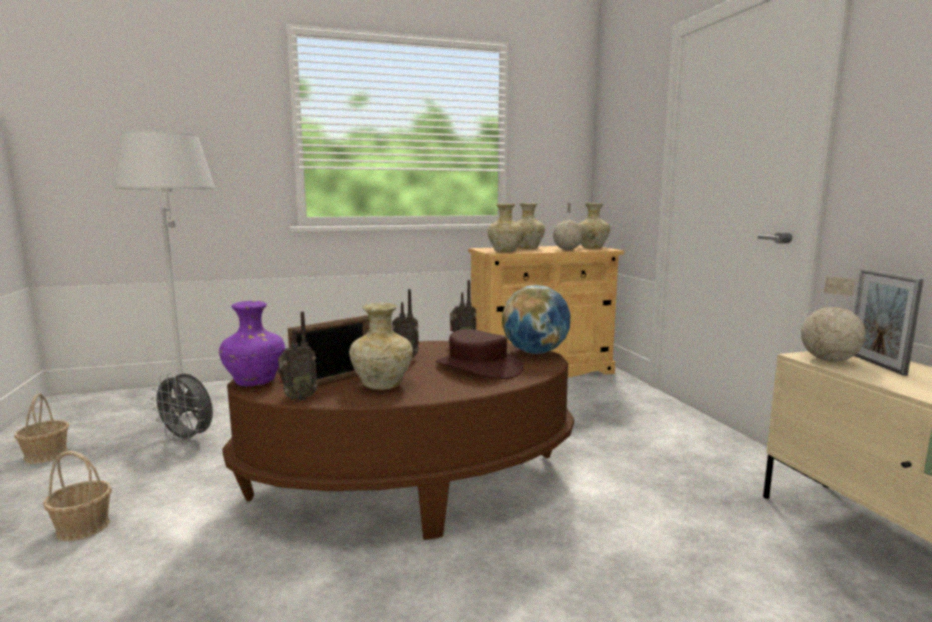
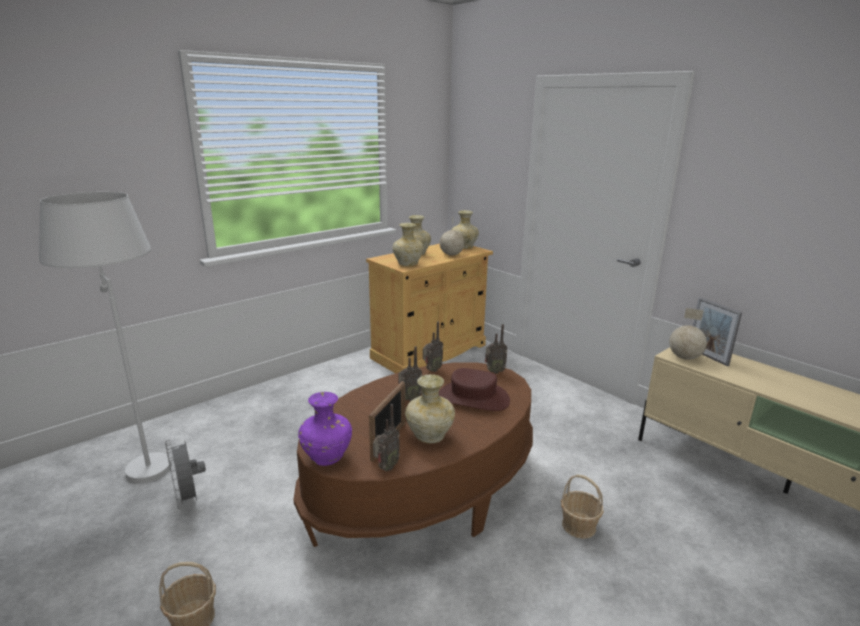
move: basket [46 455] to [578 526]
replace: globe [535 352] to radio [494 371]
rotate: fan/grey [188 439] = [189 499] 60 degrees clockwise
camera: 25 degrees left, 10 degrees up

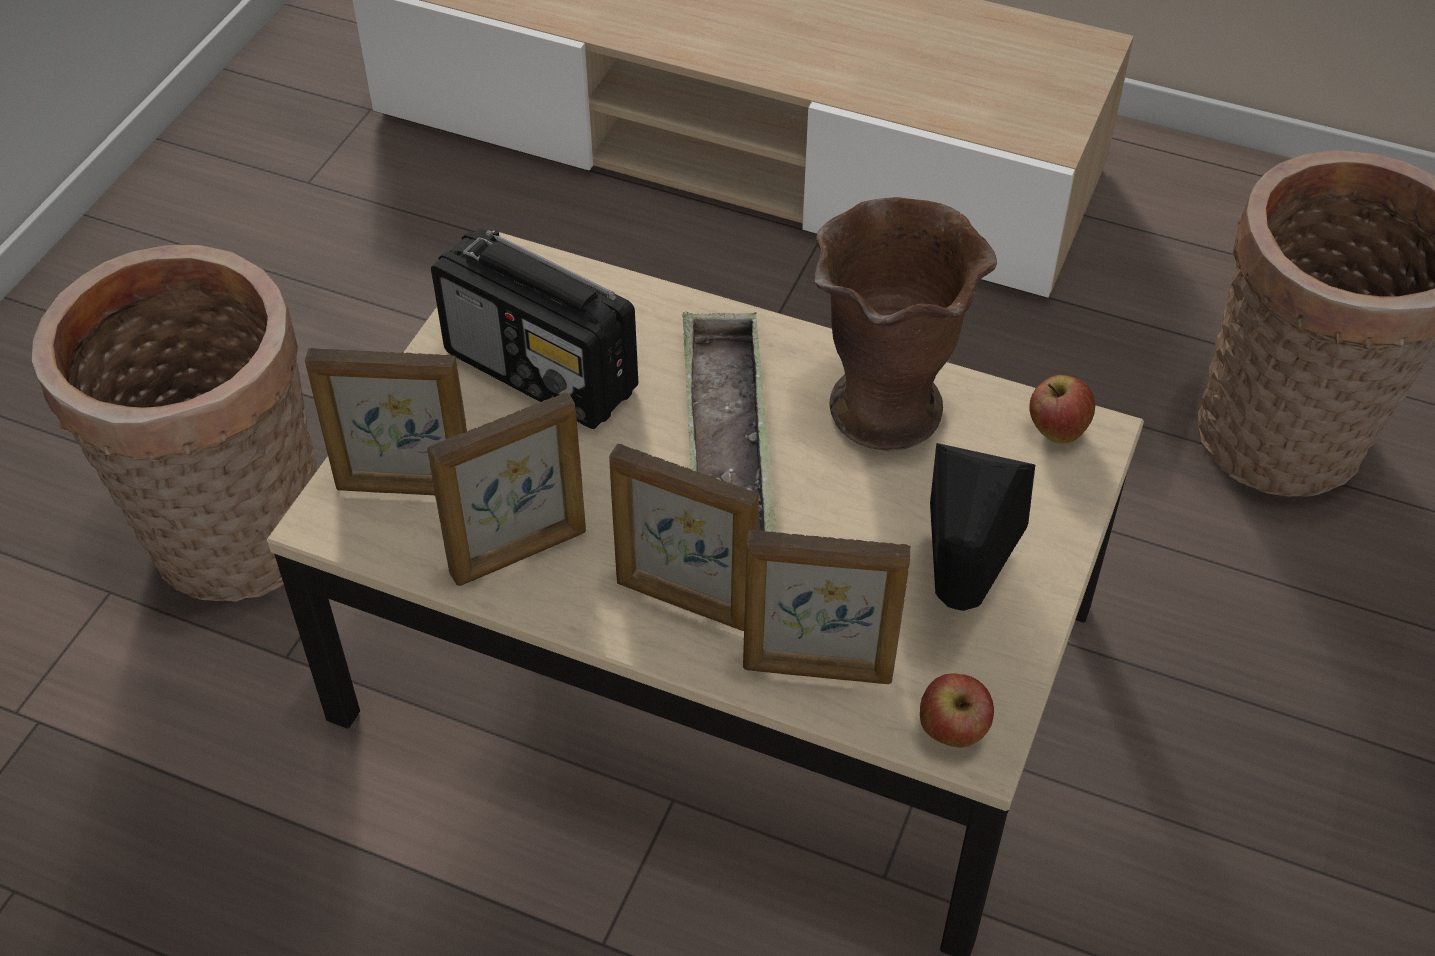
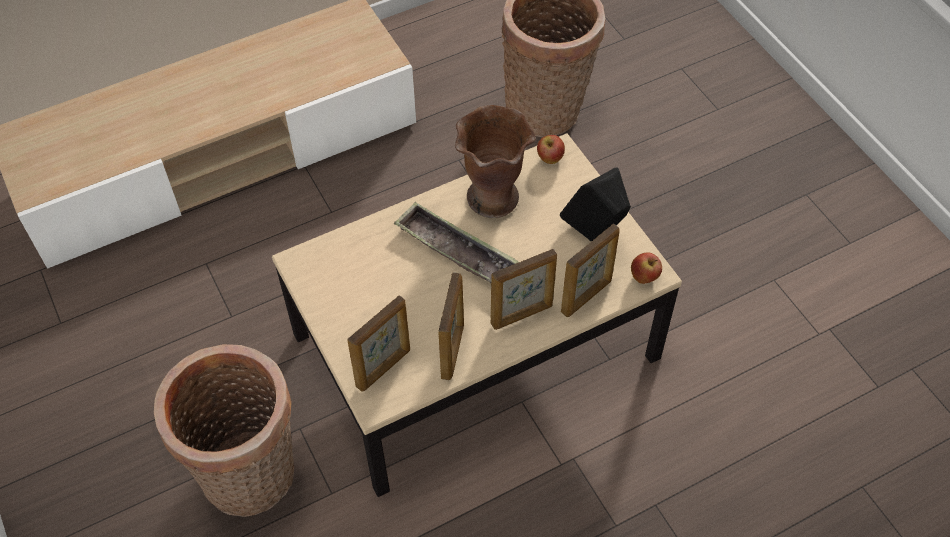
delete: radio [542 372]
camera: 50 degrees left, 5 degrees up

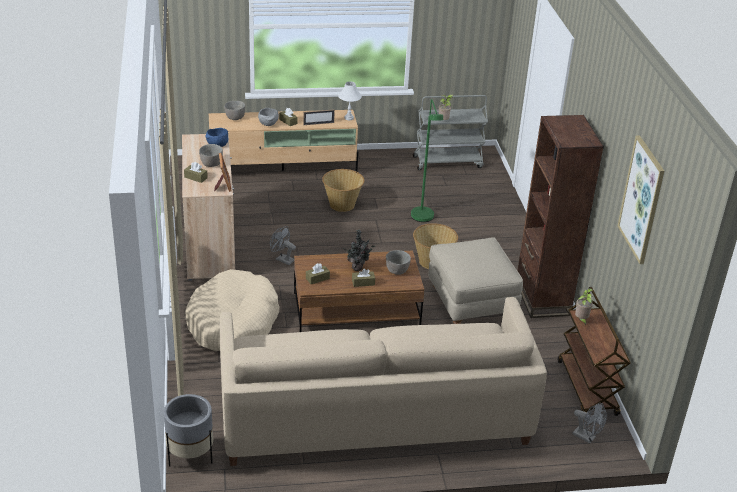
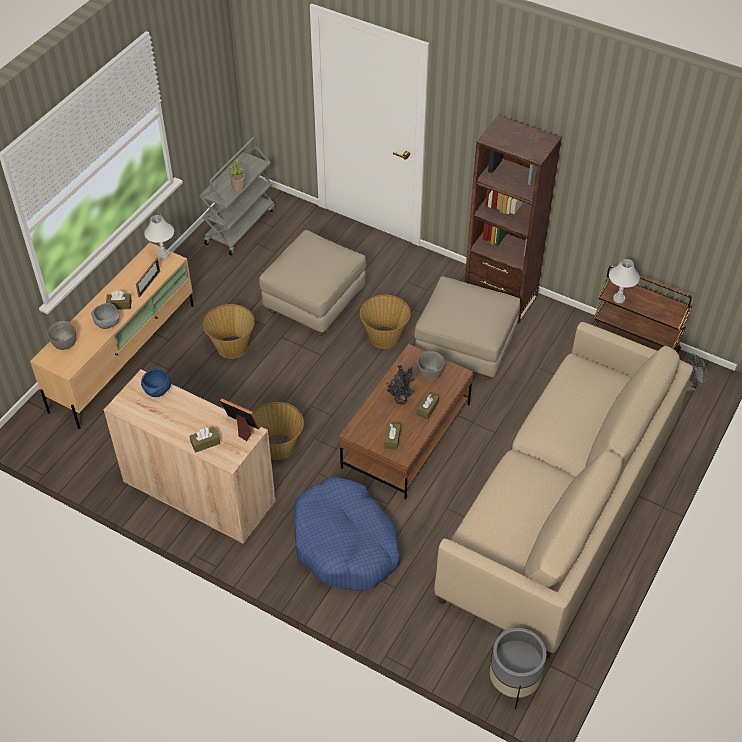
delete: bowl/grey [211 164]; picture [642 199]
replace: fan/grey [282 259] to basket [278 446]; floor lamp/green [423 219] to ottoman/beige [314 302]; potted plant [581 320] to table lamp/white [618 298]
recolor: dog bed/beige [233 323] to dog bed/blue [345 544]
camera: 50 degrees left, 15 degrees up

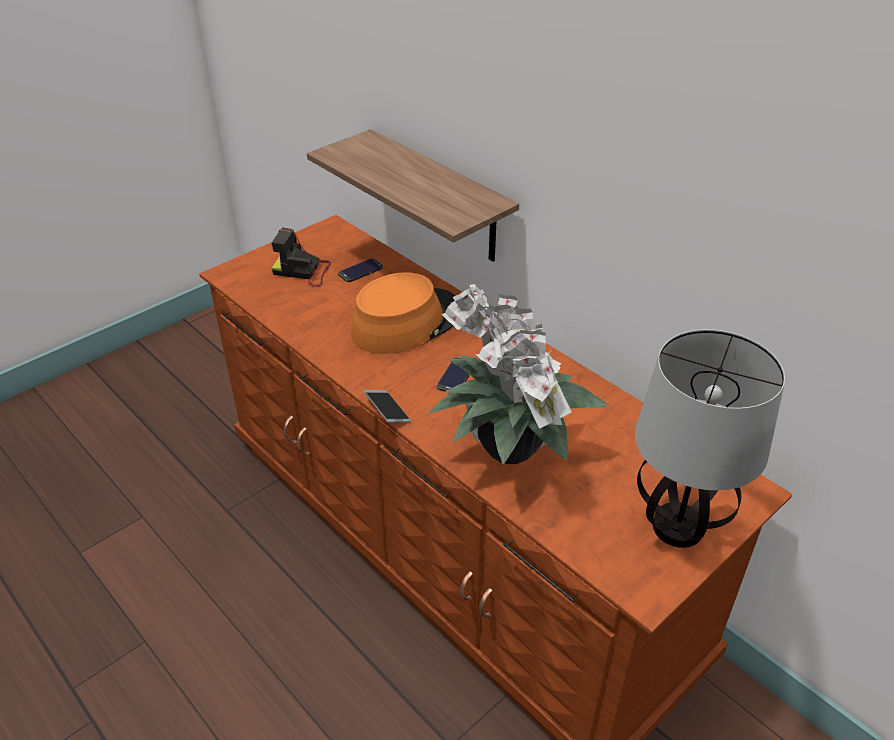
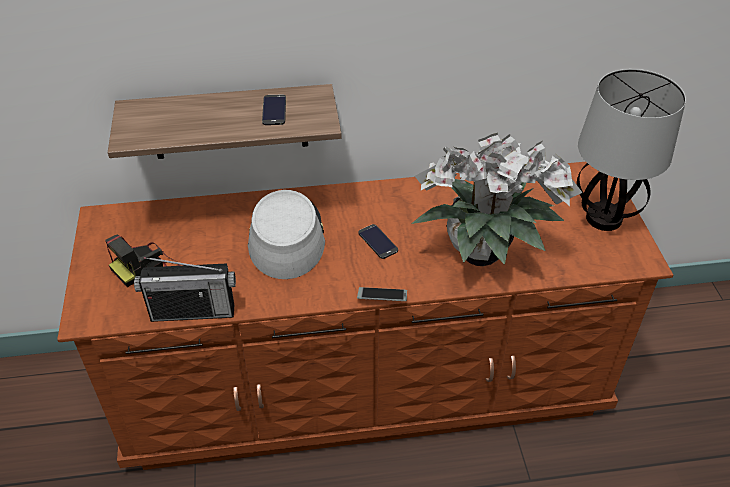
insert: radio [193 311]
move: phone [360 271] to [274 110]
recolor: hat/orange [406 322] to hat/grey [286 237]
camera: 55 degrees left, 5 degrees up

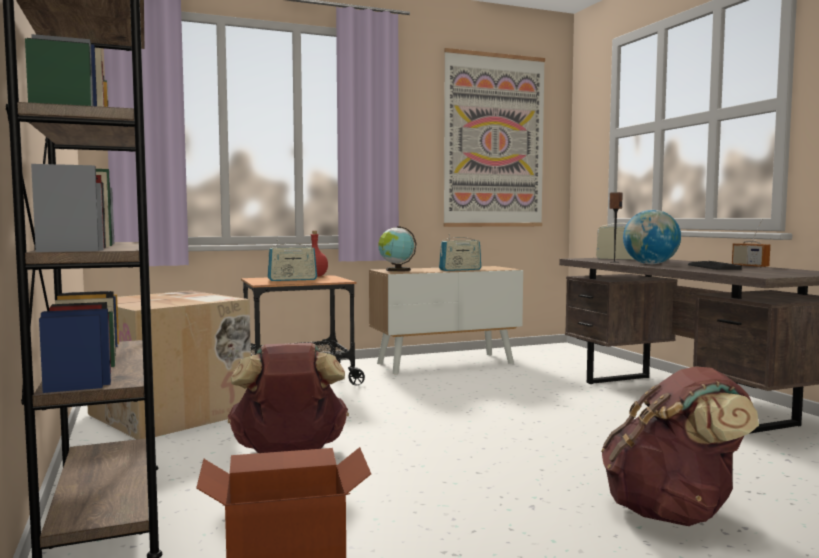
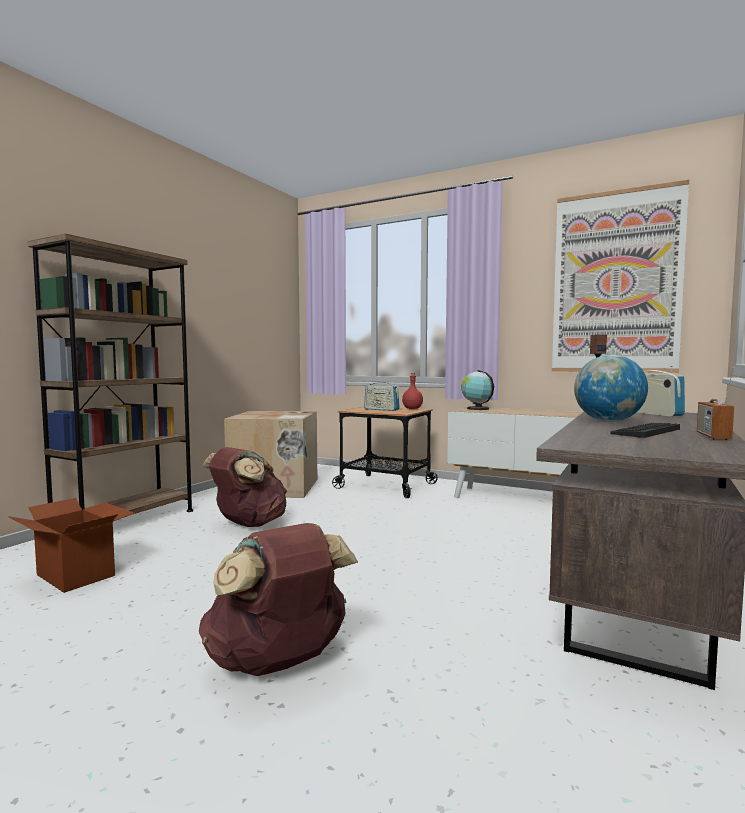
delete: radio [460 270]
camera: 50 degrees right, 0 degrees up

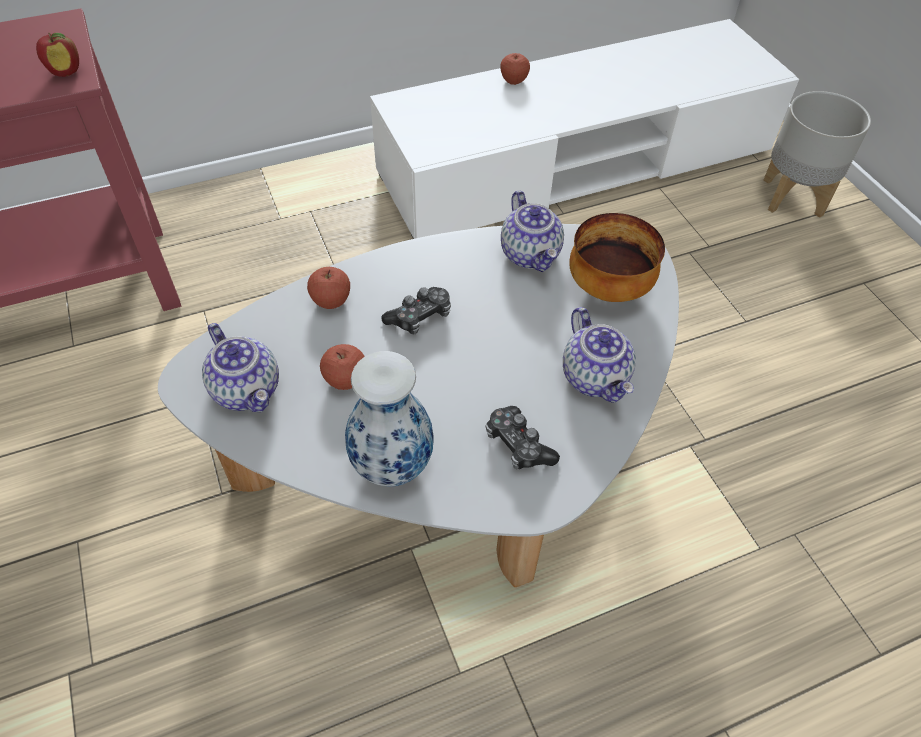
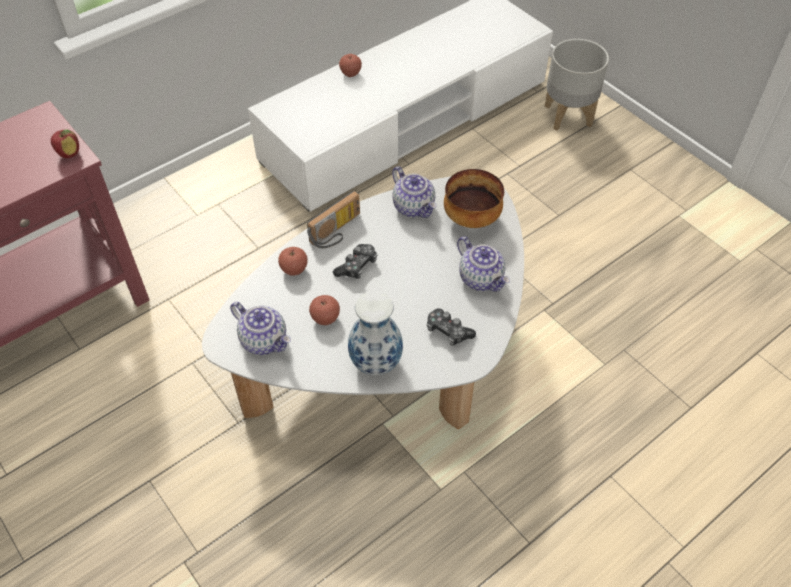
insert: radio [337 232]
camera: 15 degrees left, 0 degrees up

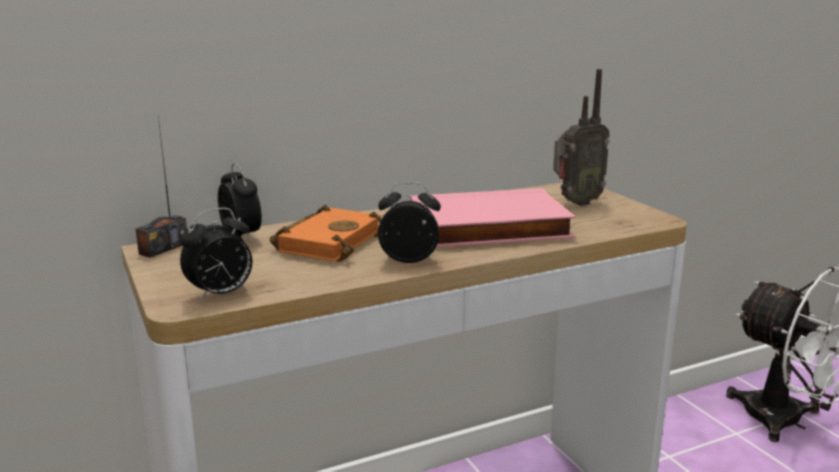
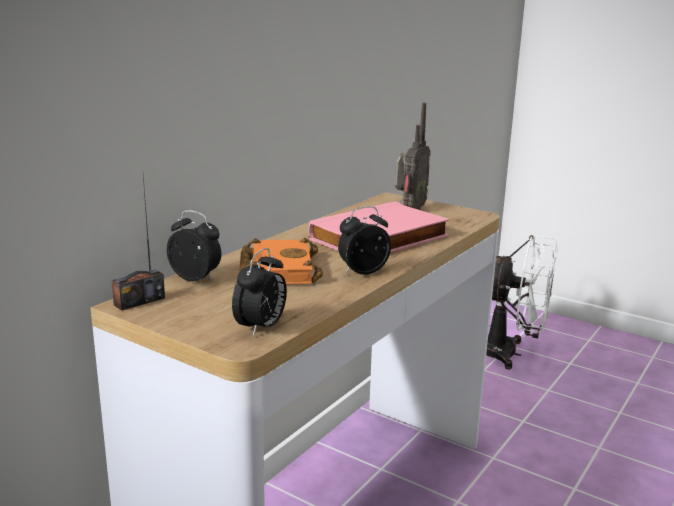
rotate: radio [163 248] = [139 301] 45 degrees clockwise
camera: 30 degrees left, 0 degrees up

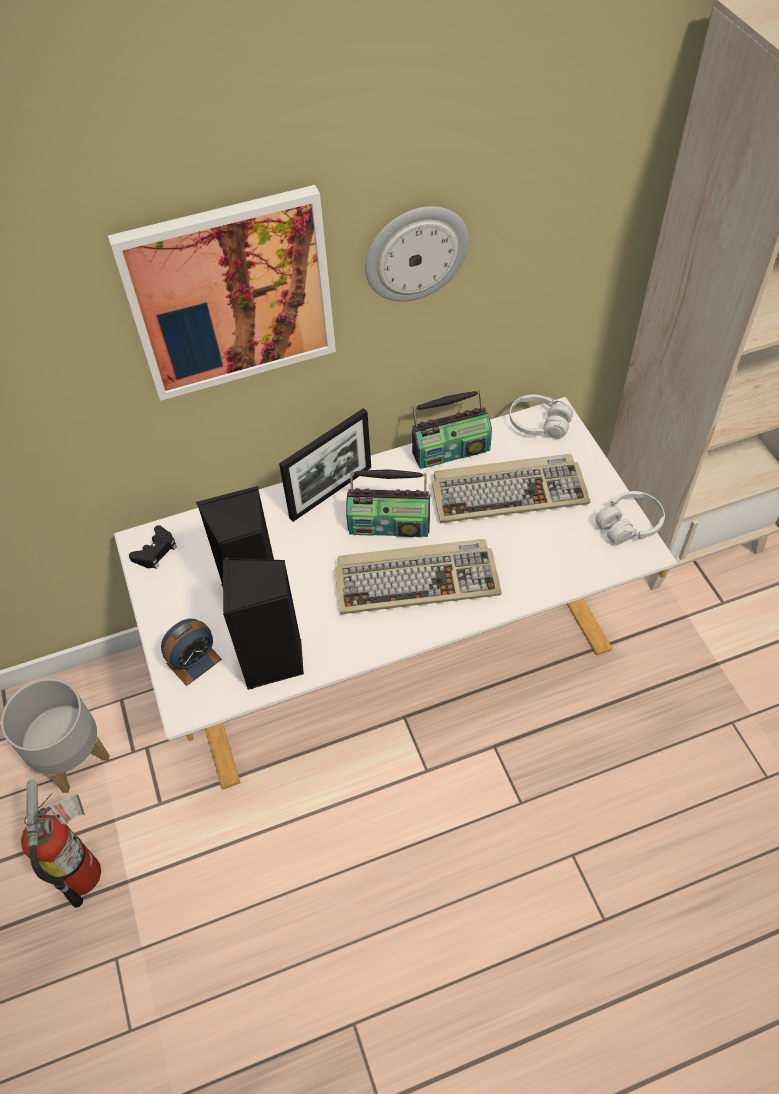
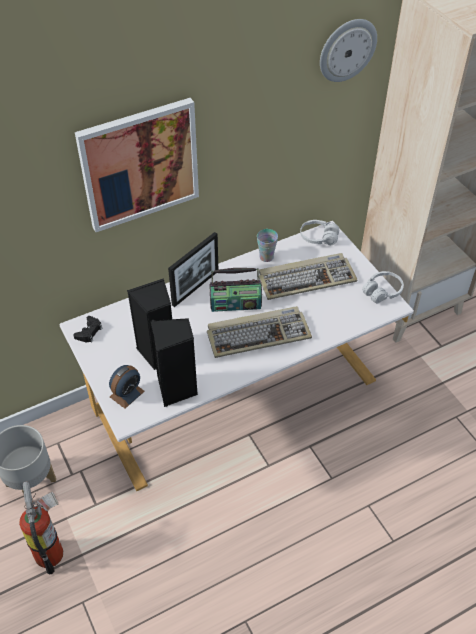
move: wall clock [416 253] to [347 50]
replace: radio [450 450] to cup [266 257]
camera: 10 degrees left, 5 degrees down

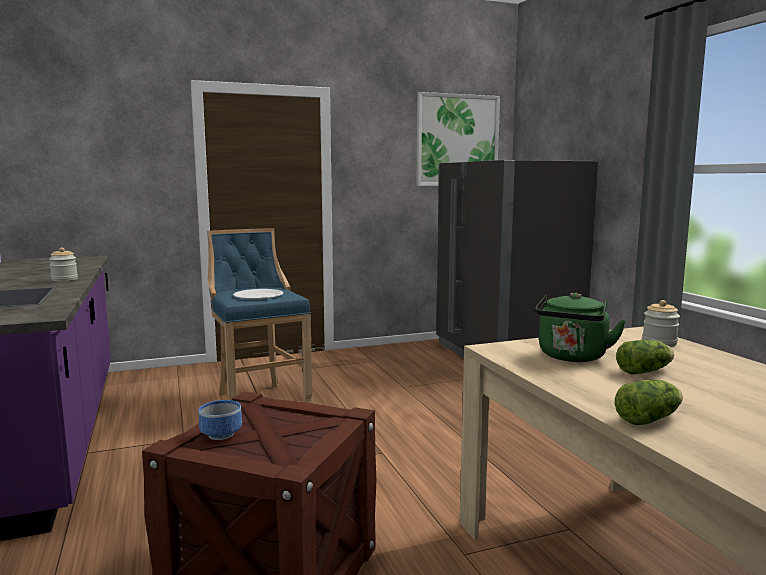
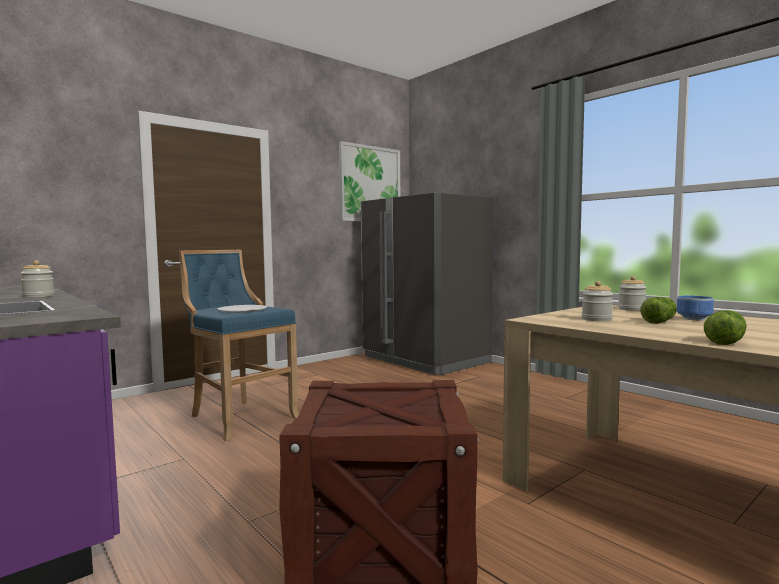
move: bowl [219 435] to [694 319]
replace: kettle/green [572 357] to jar [596 319]
camera: 20 degrees left, 5 degrees down

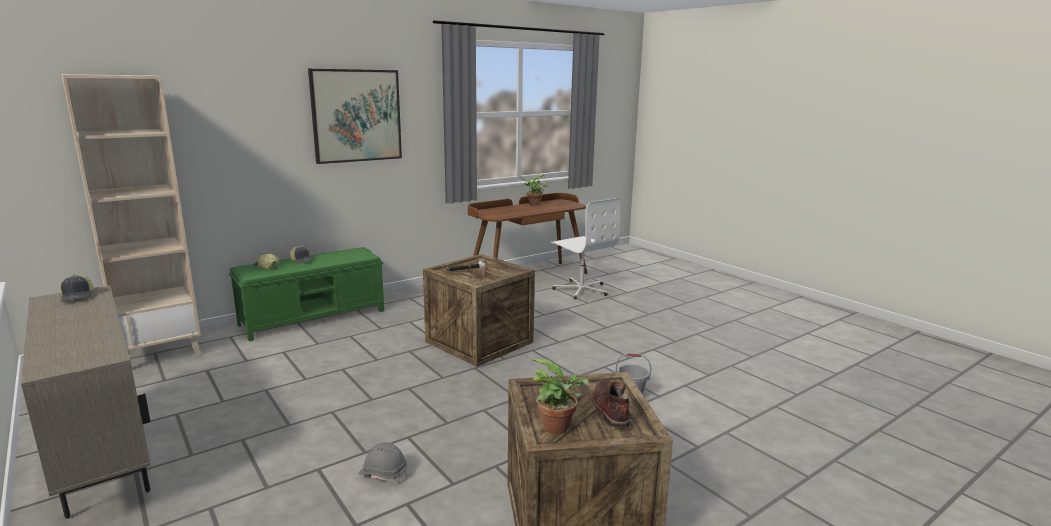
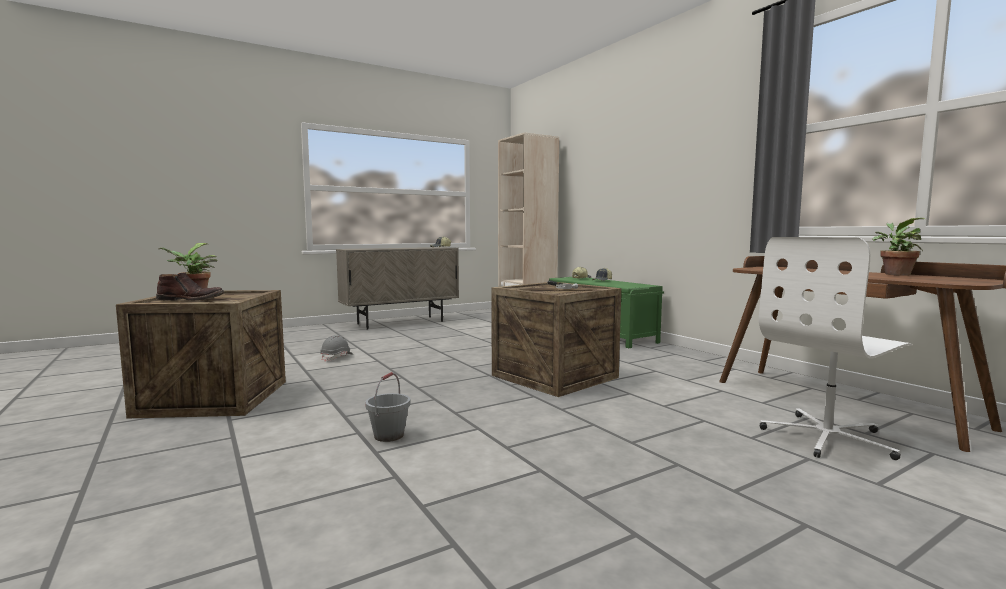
delete: picture [356 115]
camera: 95 degrees right, 10 degrees down

